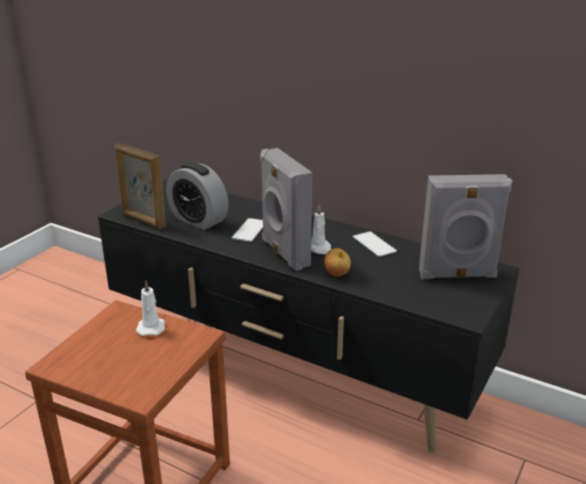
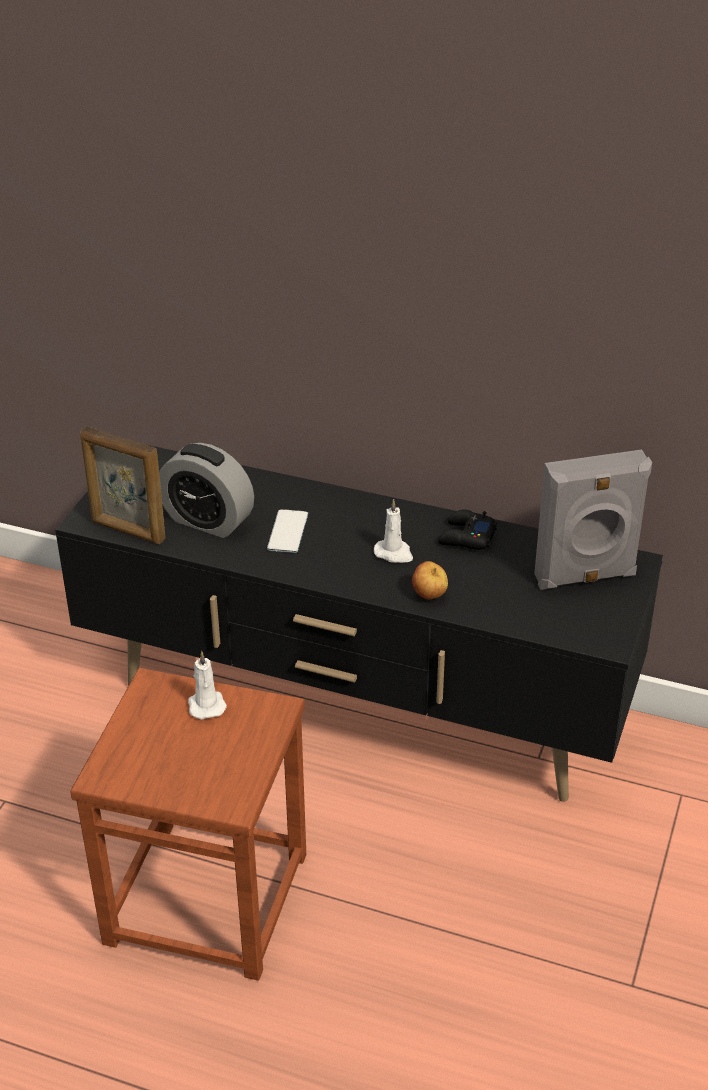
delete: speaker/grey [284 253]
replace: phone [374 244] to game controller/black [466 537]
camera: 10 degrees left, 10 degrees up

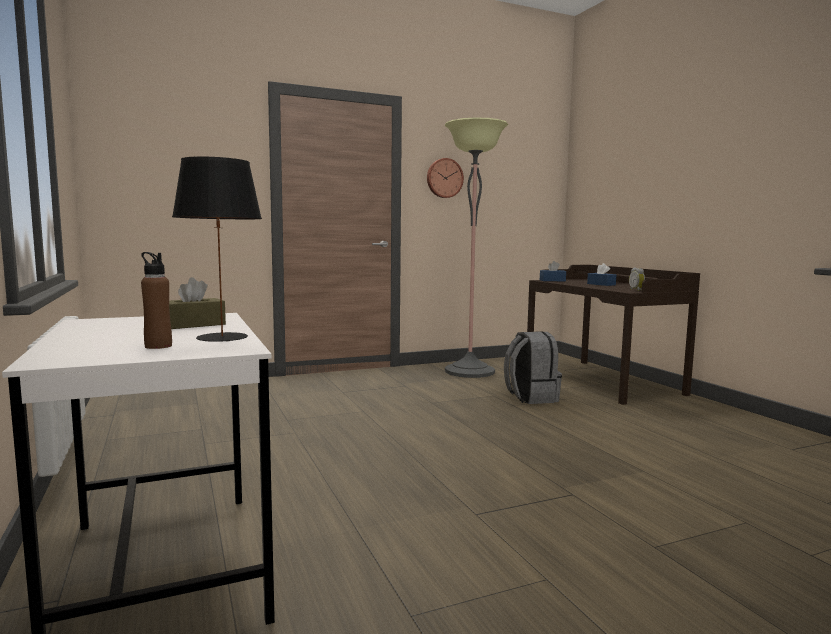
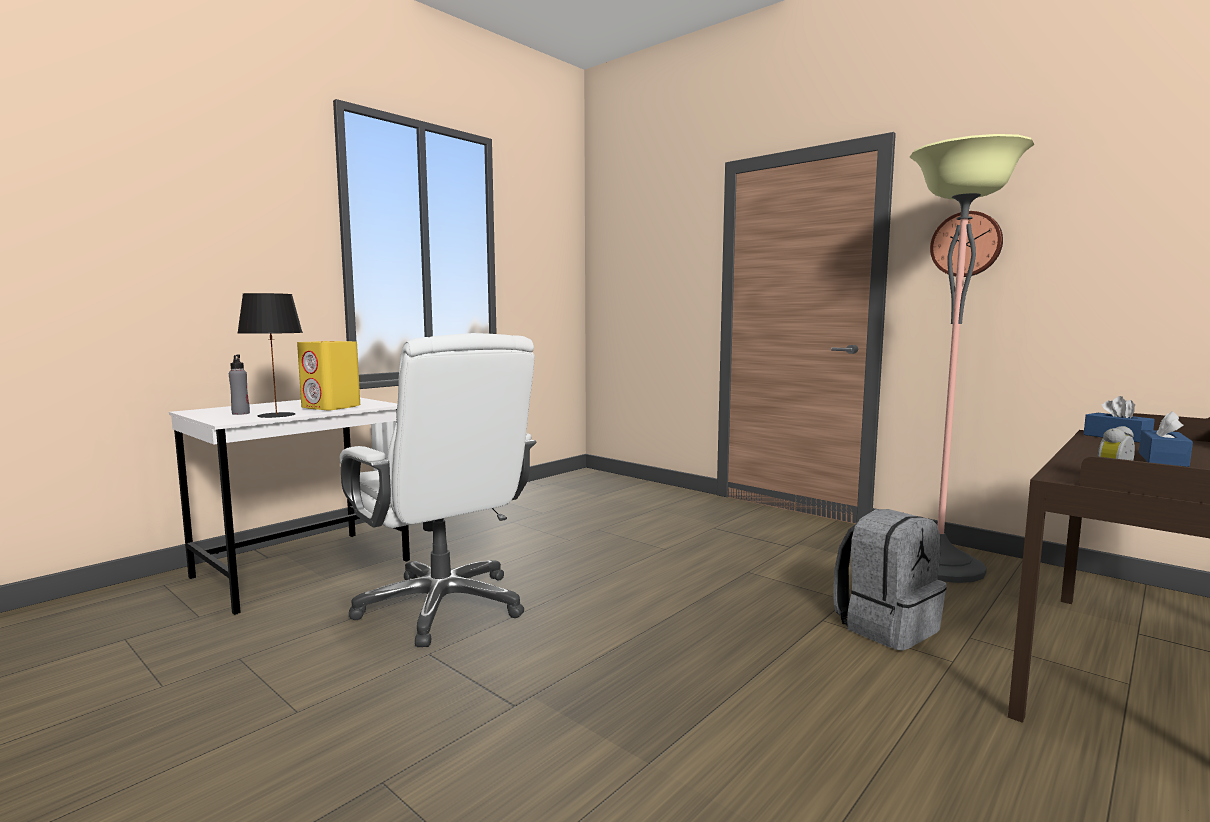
insert: office chair/white [443 606]
replace: tissue box/brown [193 325] to speaker/yellow [331 407]
recolor: bottle/brown [158 346] to bottle/grey [241 413]
camera: 65 degrees right, 0 degrees up

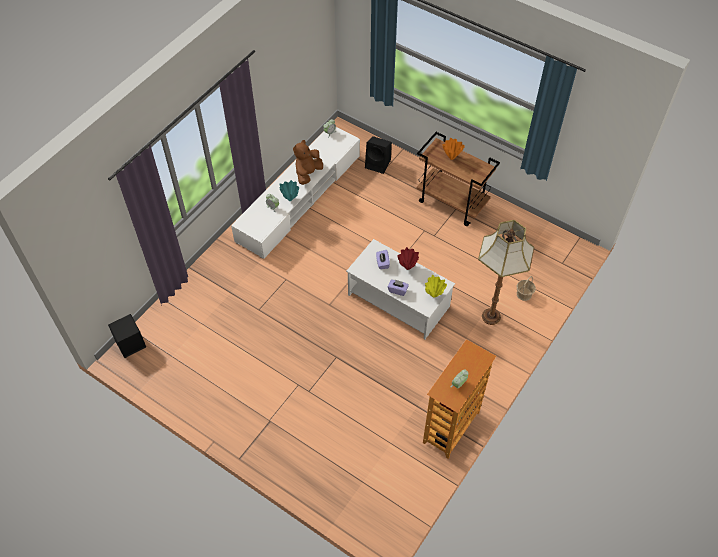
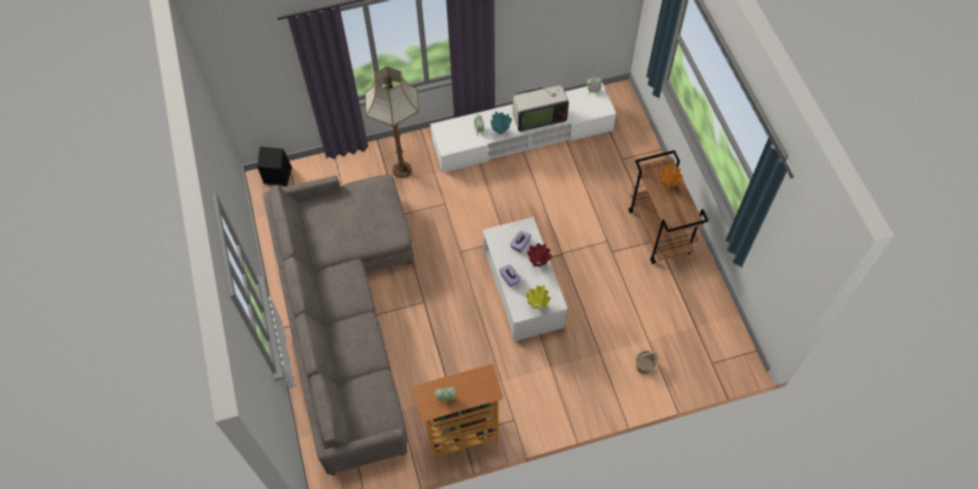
delete: speaker/black [378 164]
insert: sofa/grey [346 314]
move: floor lamp [491 316] to [403 170]
replace: plush toy/brown [308 173] to television [538 118]
camera: 40 degrees right, 5 degrees up

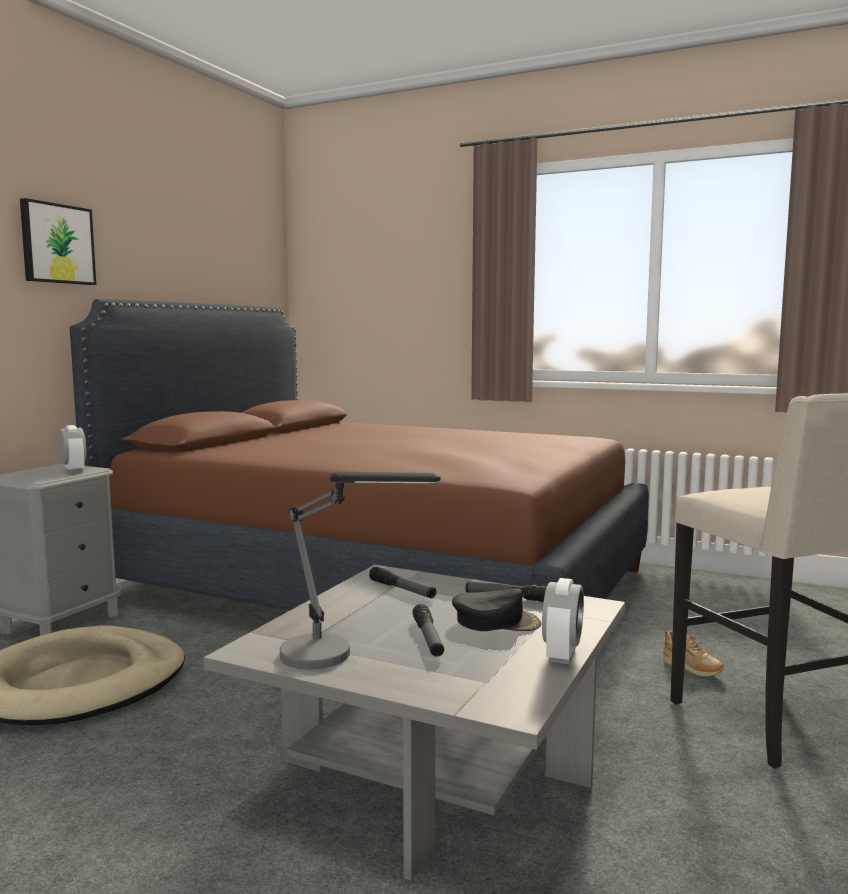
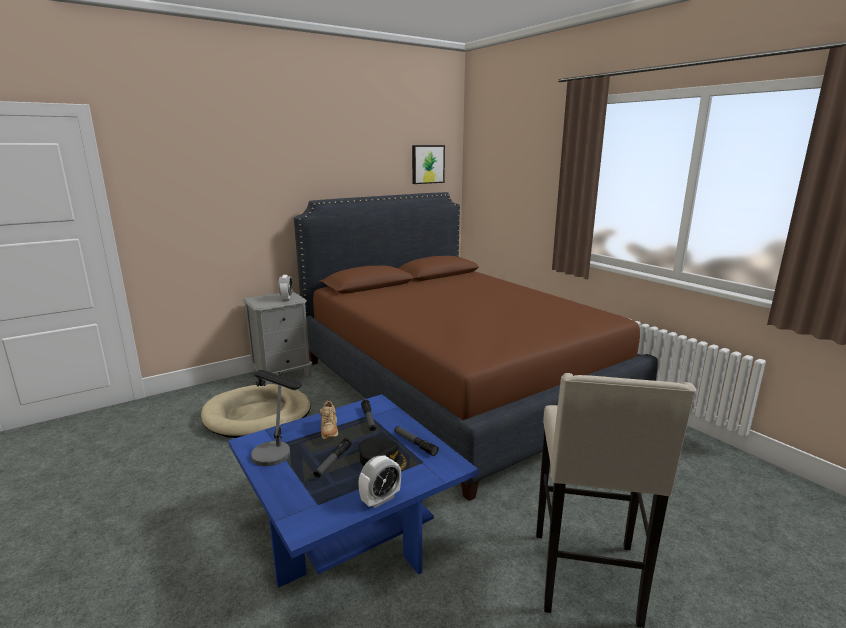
move: picture [57 244] to [427 164]; shoe/beige [692 670] to [329 432]
recolor: coffee table/grey [433 772] to coffee table/blue [351 529]
camera: 30 degrees right, 10 degrees up

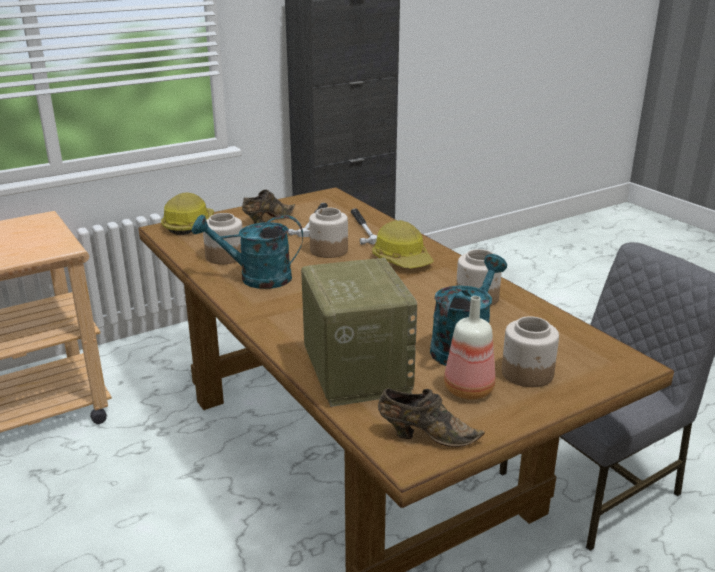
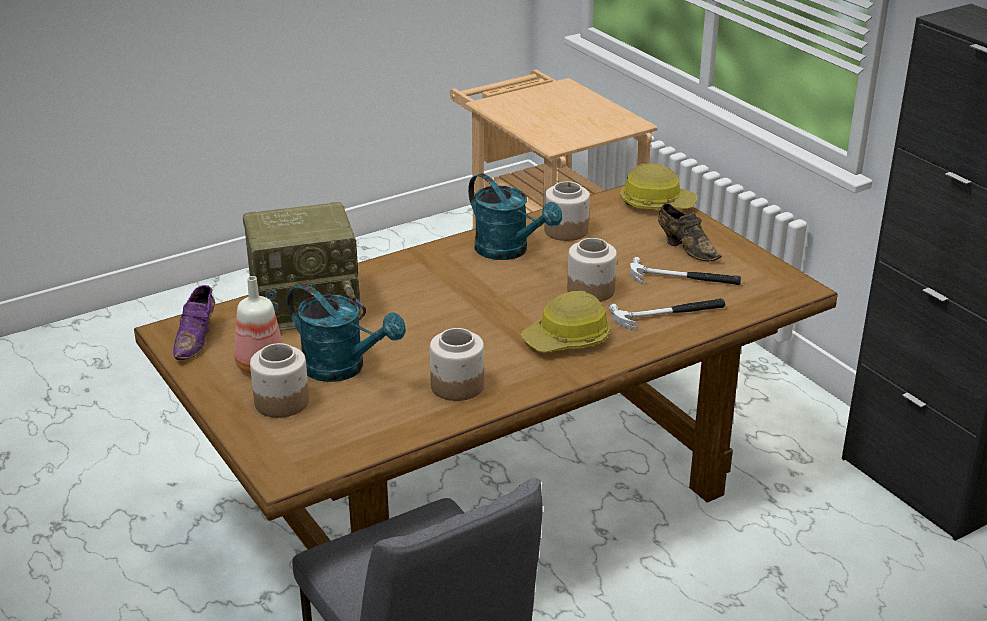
recolor: shoe/brown [425 436] to shoe/purple [197 340]
rotate: watering can/turquoise [256 278] = [509 251] 135 degrees clockwise
camera: 90 degrees right, 5 degrees up

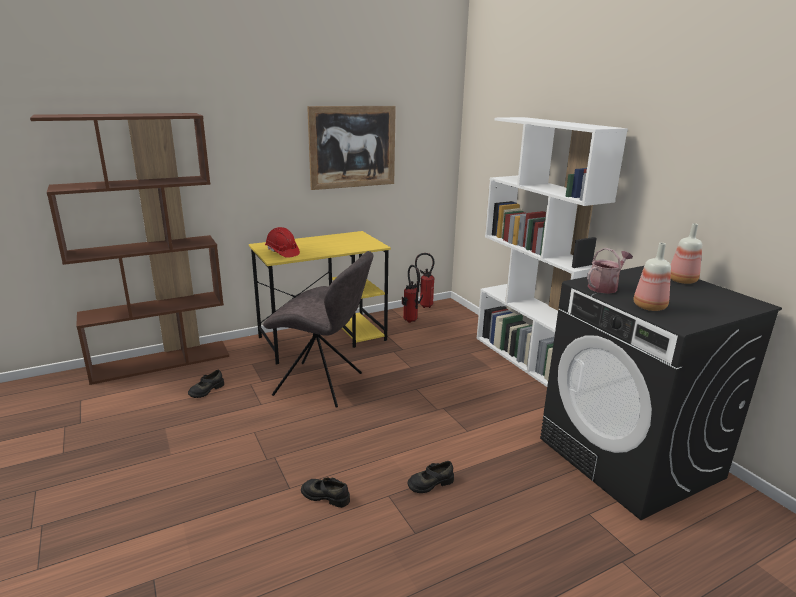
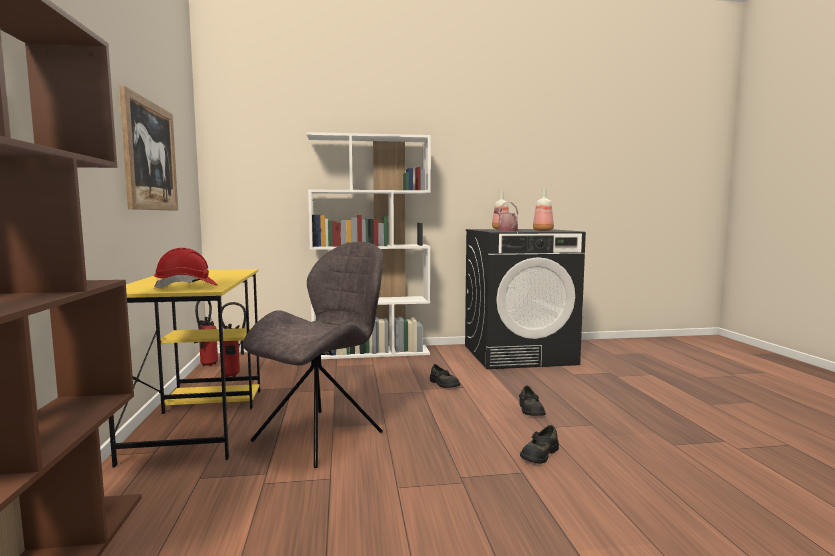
move: shoe/black [206 390] to [443 384]
camera: 70 degrees left, 15 degrees down

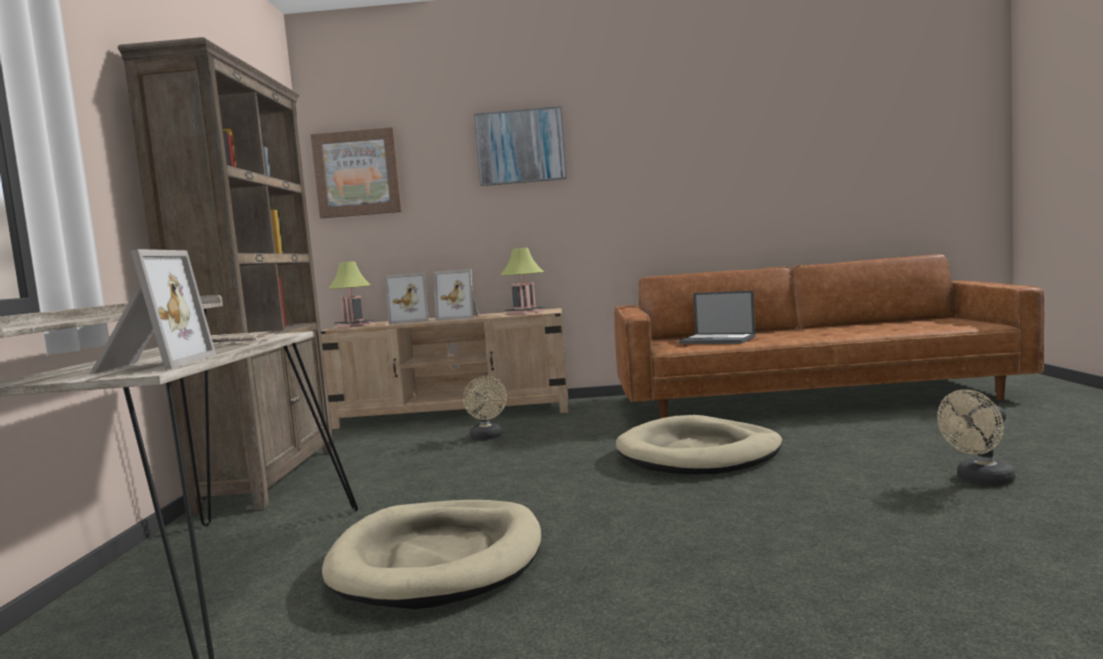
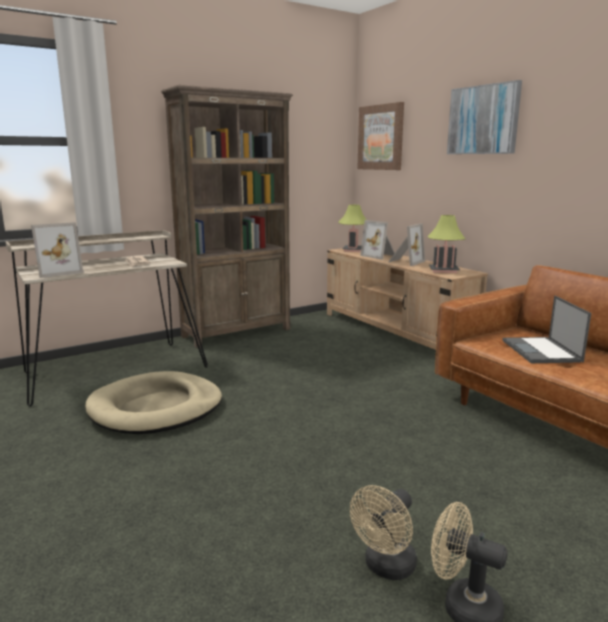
delete: dog bed/beige [699 453]
move: fan/beige [487 437] to [386 567]
rotate: picture frame [460 317] = [405 262] 120 degrees counterclockwise
camera: 55 degrees right, 10 degrees up

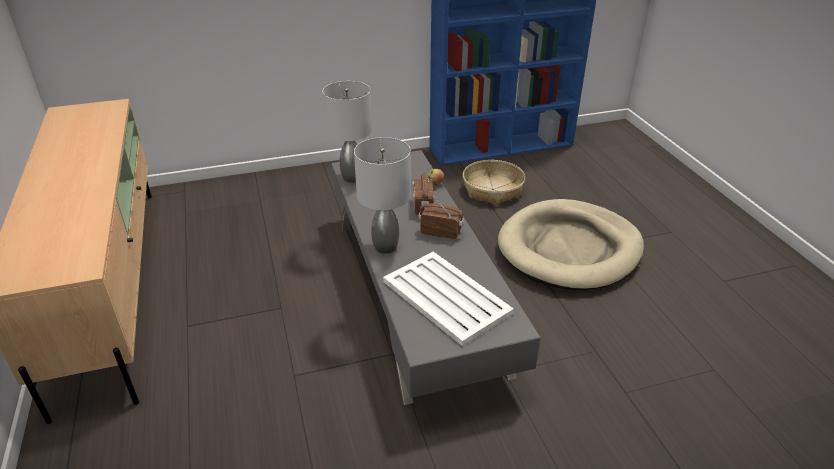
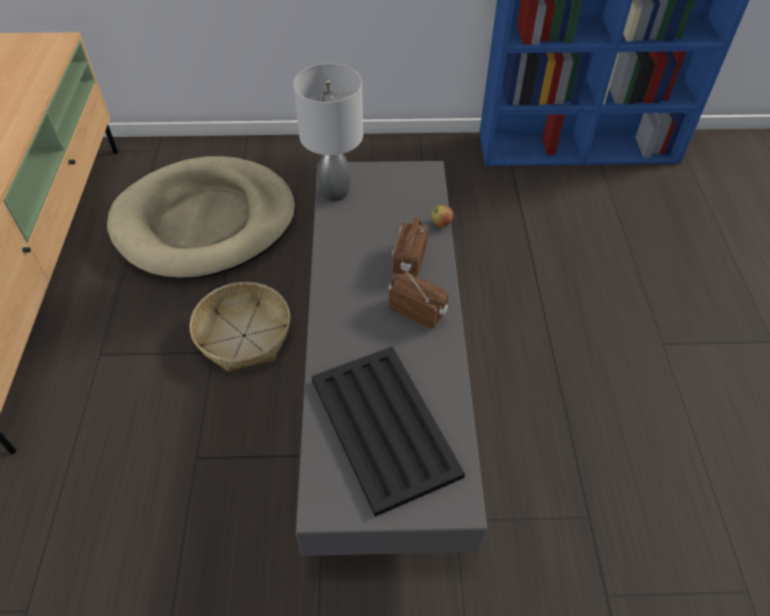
delete: table lamp/grey [384 247]
move: basket [492 189] to [244 335]; dog bed/beige [569 249] to [205 222]
recolor: tray/white [447 298] to tray/black [384 428]
camera: 15 degrees right, 15 degrees up

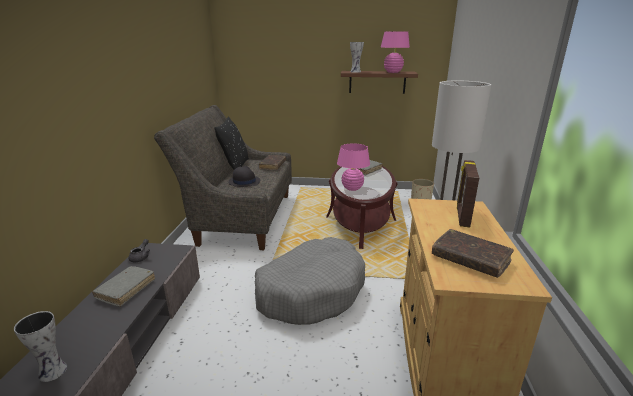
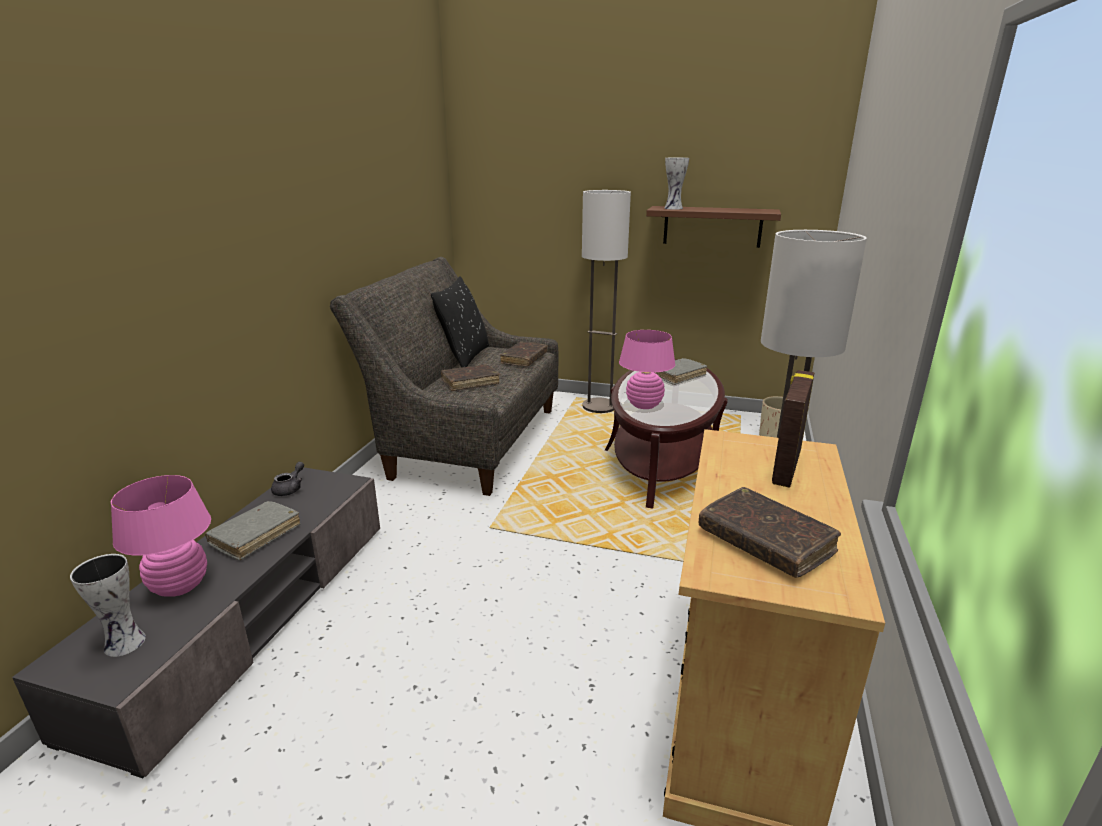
delete: dog bed/grey [311 290]
insert: floor lamp [599 407]
move: table lamp/pink [393 72] to [180 586]
replace: hat/black [244 181] to book/brown [470 382]
camera: 10 degrees right, 0 degrees up

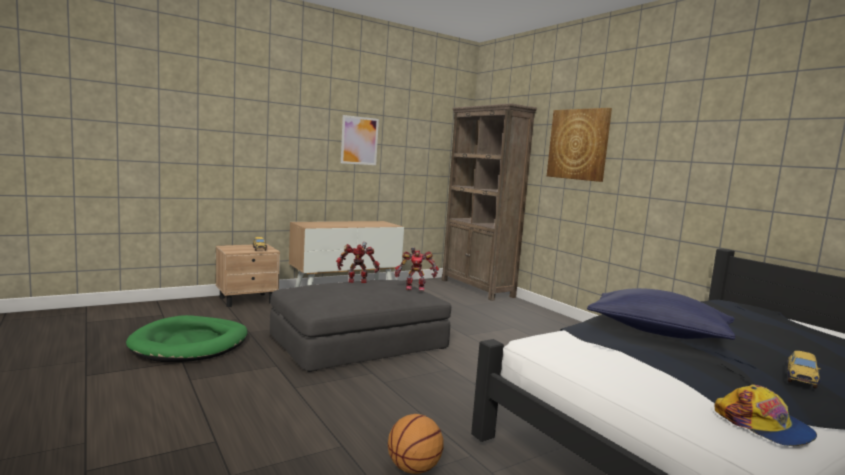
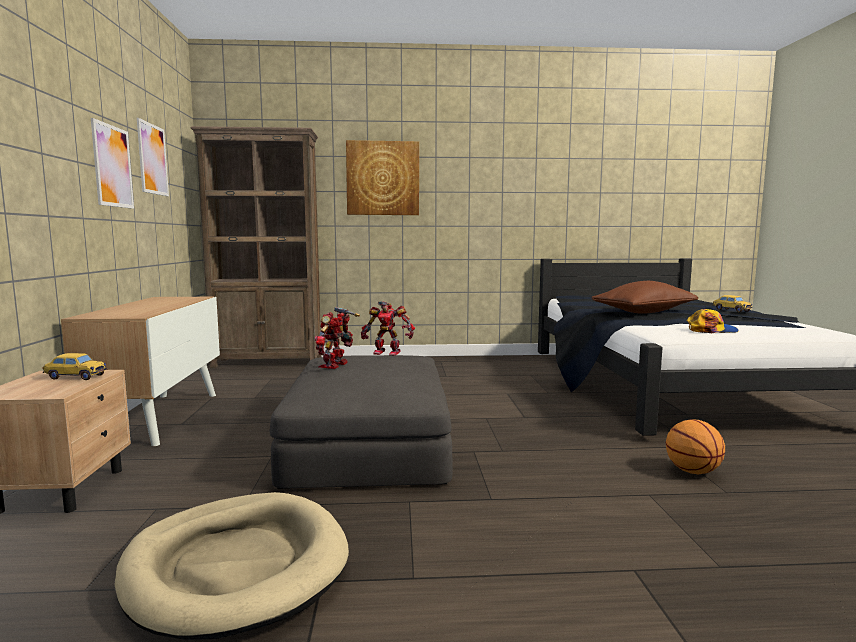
insert: picture [152 159]
move: cap [764 426] to [711 330]
recolor: dog bed/green [190 344] to dog bed/beige [237 566]; pillow/blue [657 332] to pillow/brown [644 312]
rotate: toy robot [415 287] = [387 352] 75 degrees clockwise
camera: 60 degrees left, 0 degrees up

